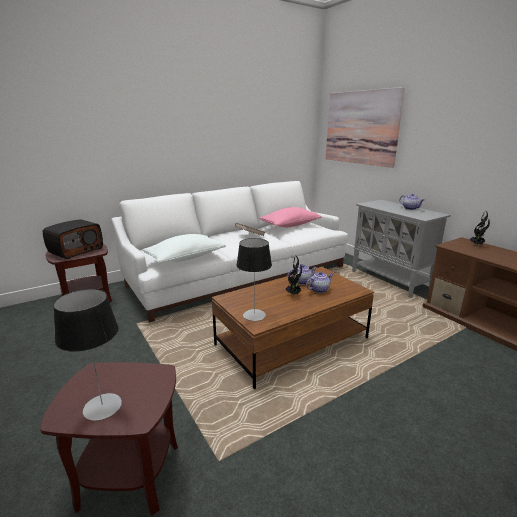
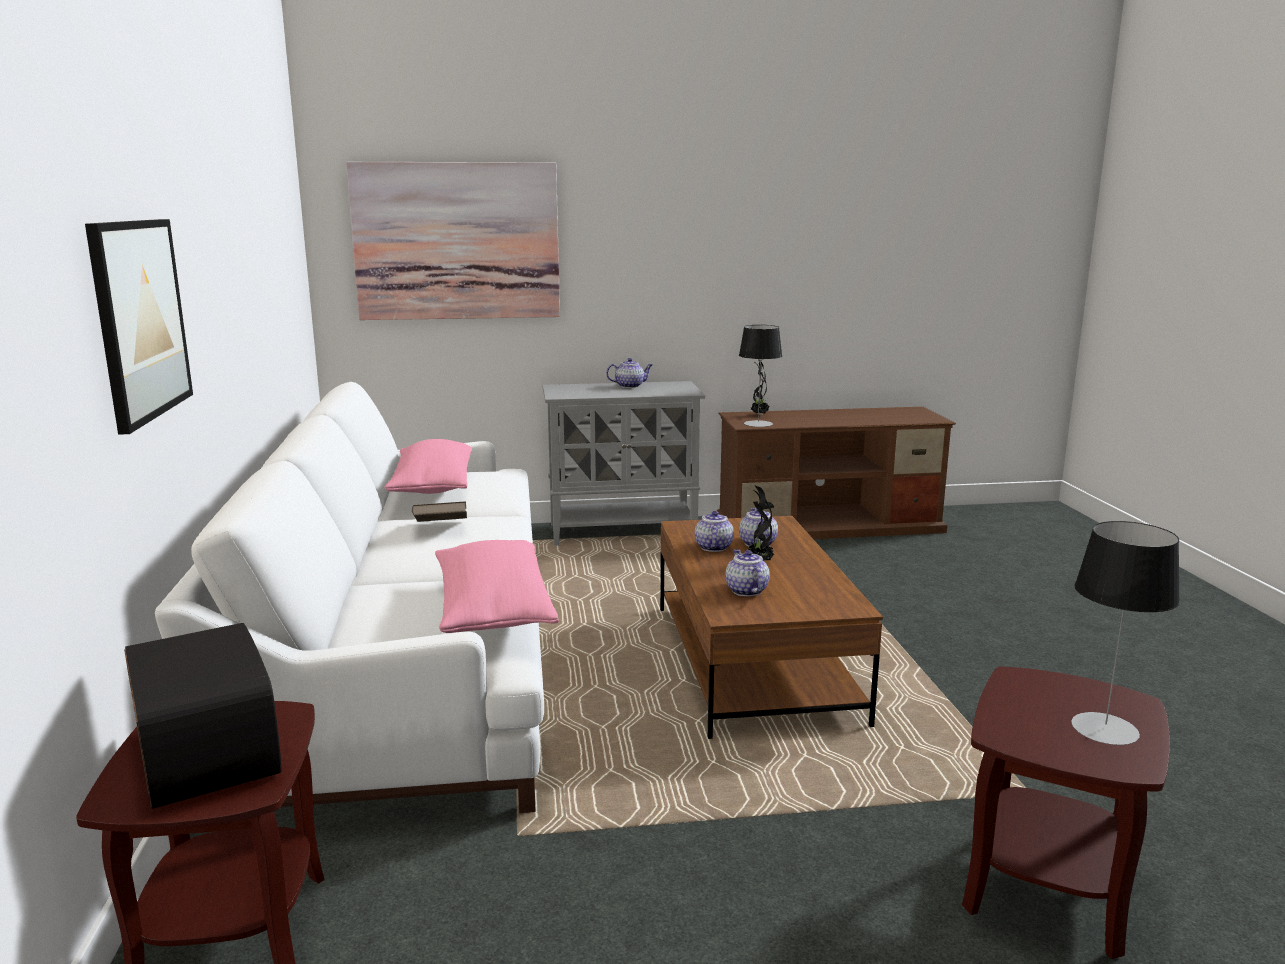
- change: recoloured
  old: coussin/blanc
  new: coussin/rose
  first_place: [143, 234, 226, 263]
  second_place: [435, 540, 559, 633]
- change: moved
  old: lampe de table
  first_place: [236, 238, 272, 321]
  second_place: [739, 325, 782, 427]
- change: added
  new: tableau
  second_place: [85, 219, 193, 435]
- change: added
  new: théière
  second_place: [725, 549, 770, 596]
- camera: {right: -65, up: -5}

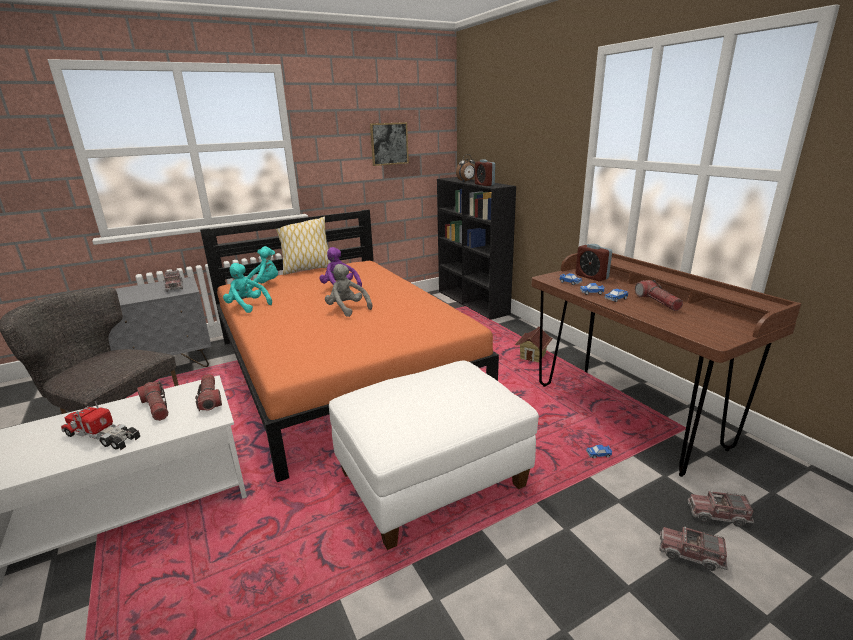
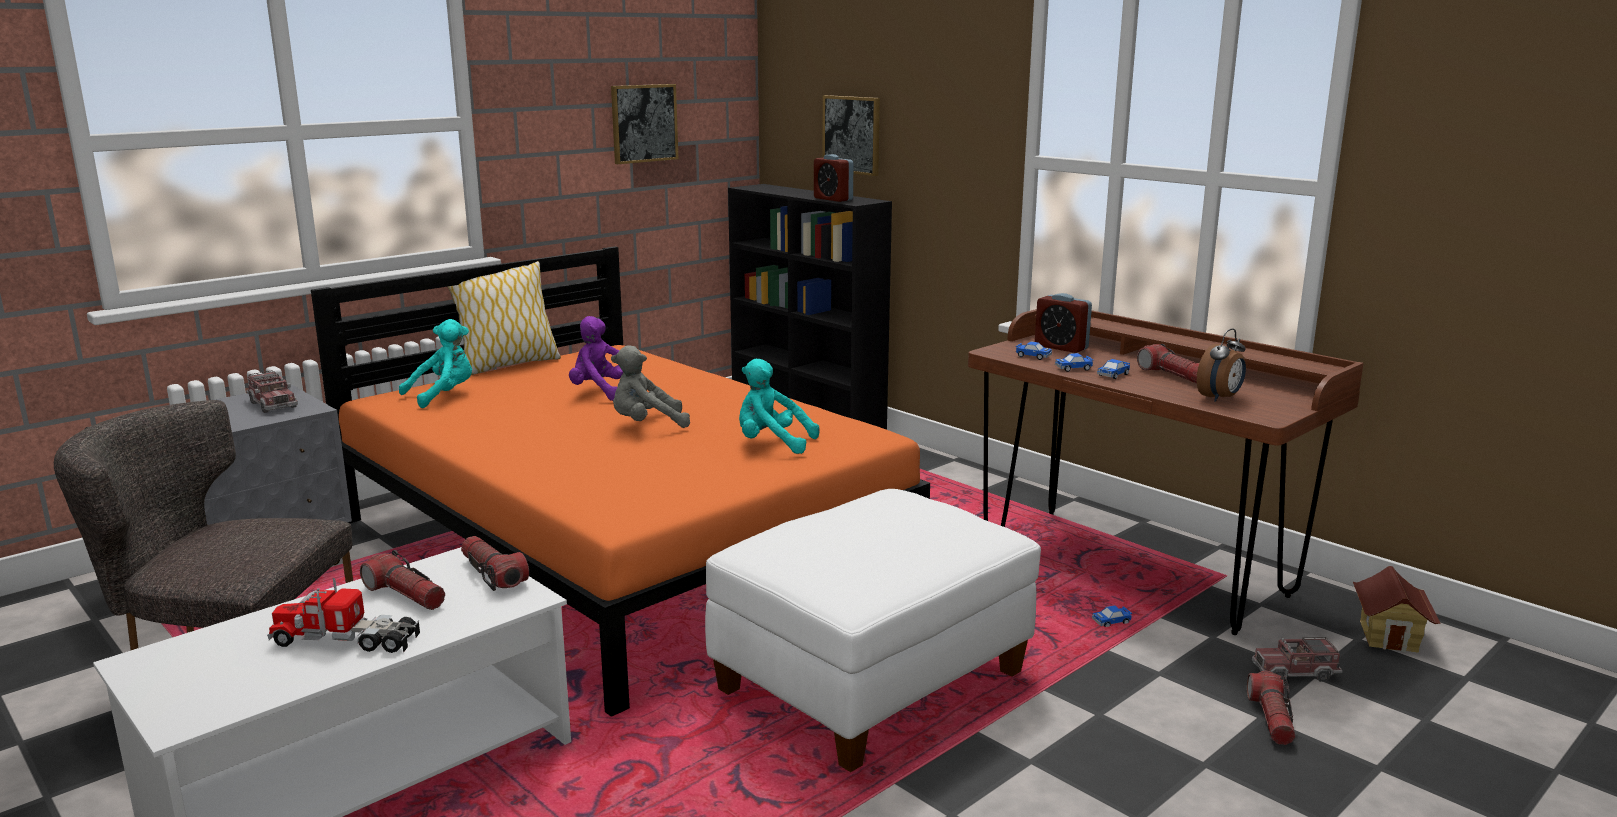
- change: moved
  old: peluche/turquoise
  first_place: [223, 263, 272, 313]
  second_place: [739, 359, 819, 454]
- change: turned
  old: peluche/gris
  first_place: [325, 264, 373, 317]
  second_place: [611, 345, 690, 428]
  degrees: -45
- change: moved
  old: réveil
  first_place: [456, 154, 475, 181]
  second_place: [1197, 329, 1246, 402]
- change: moved
  old: maison miniature
  first_place: [515, 327, 553, 362]
  second_place: [1353, 566, 1441, 653]
- change: replaced
  old: camion jouet
  new: lampe de poche
  first_place: [660, 527, 728, 571]
  second_place: [1247, 671, 1296, 745]
- change: added
  new: tableau
  second_place: [822, 95, 880, 176]
- camera: {right: -15, up: -5}

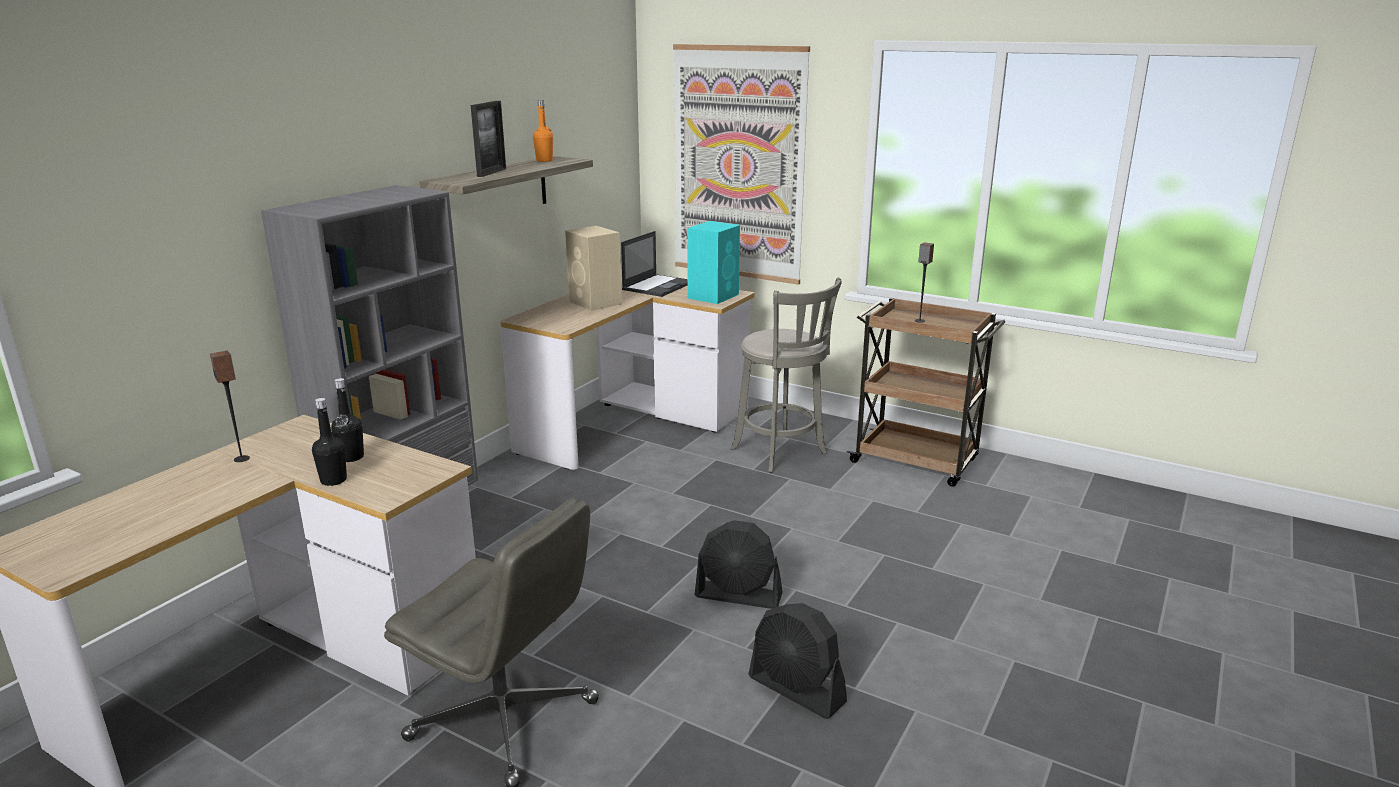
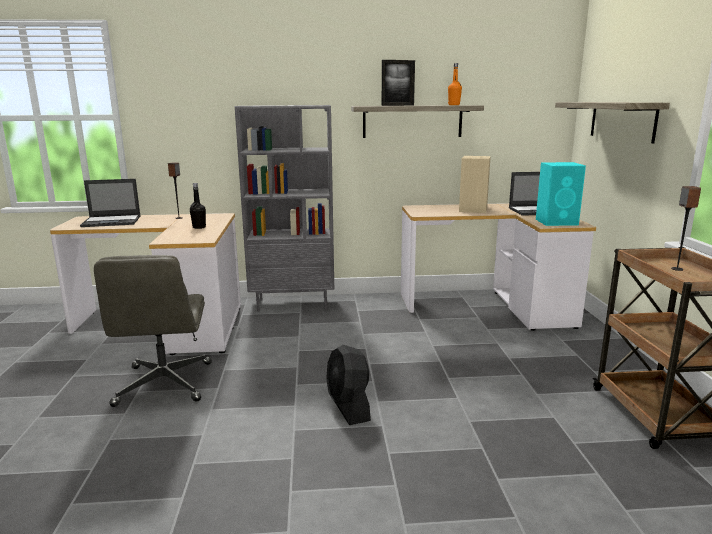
- change: removed
  old: bouteille/noir
  first_place: [312, 398, 347, 486]
- change: replaced
  old: tableau
  new: étagère
  first_place: [673, 44, 810, 285]
  second_place: [555, 102, 670, 143]
- change: removed
  old: tabouret/gris
  first_place: [730, 278, 841, 473]
- change: removed
  old: ventilateur/noir
  first_place: [748, 603, 847, 719]
- change: added
  new: ordinateur portable
  second_place: [80, 179, 141, 227]
- camera: {right: 55, up: -5}

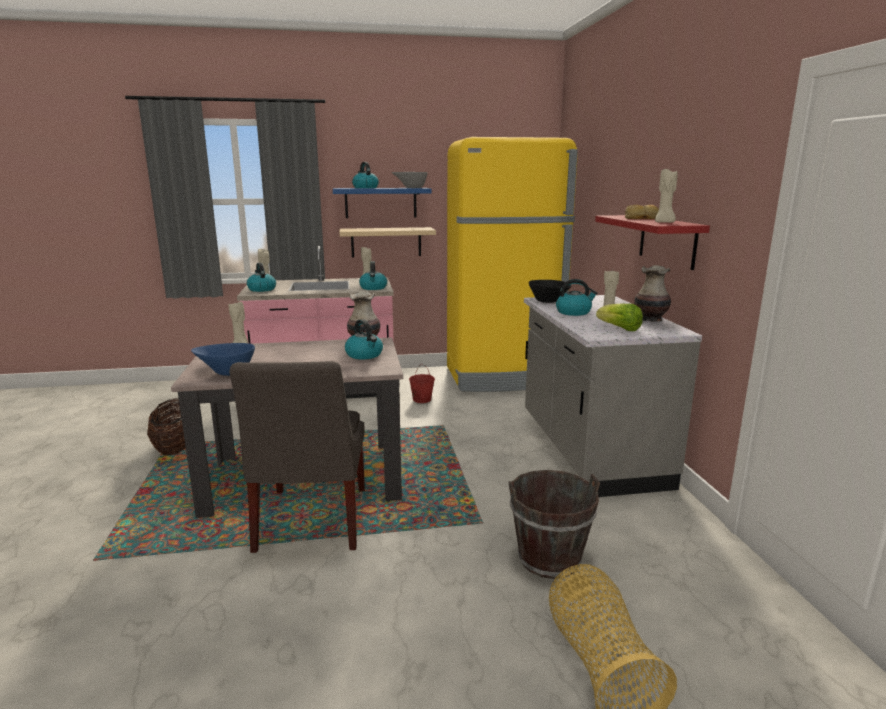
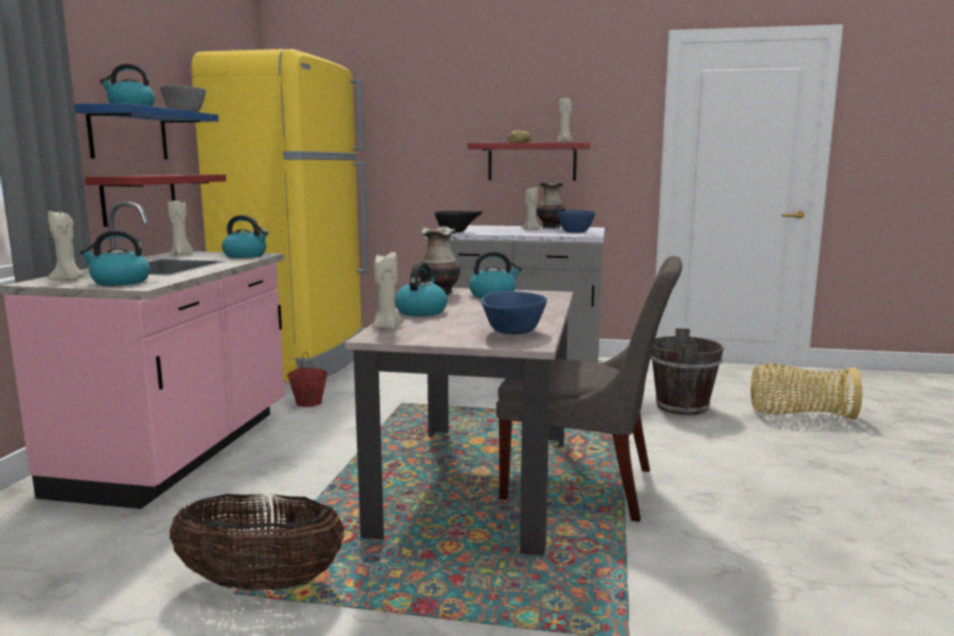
- change: recoloured
  old: étagère/beige
  new: étagère/rouge
  first_place: [340, 227, 436, 257]
  second_place: [85, 174, 226, 227]
- change: moved
  old: bouilloire
  first_place: [556, 279, 597, 316]
  second_place: [395, 262, 447, 316]
- change: replaced
  old: laitue
  new: bol/bleu
  first_place: [596, 303, 643, 331]
  second_place: [557, 210, 595, 233]
- camera: {right: -70, up: -5}

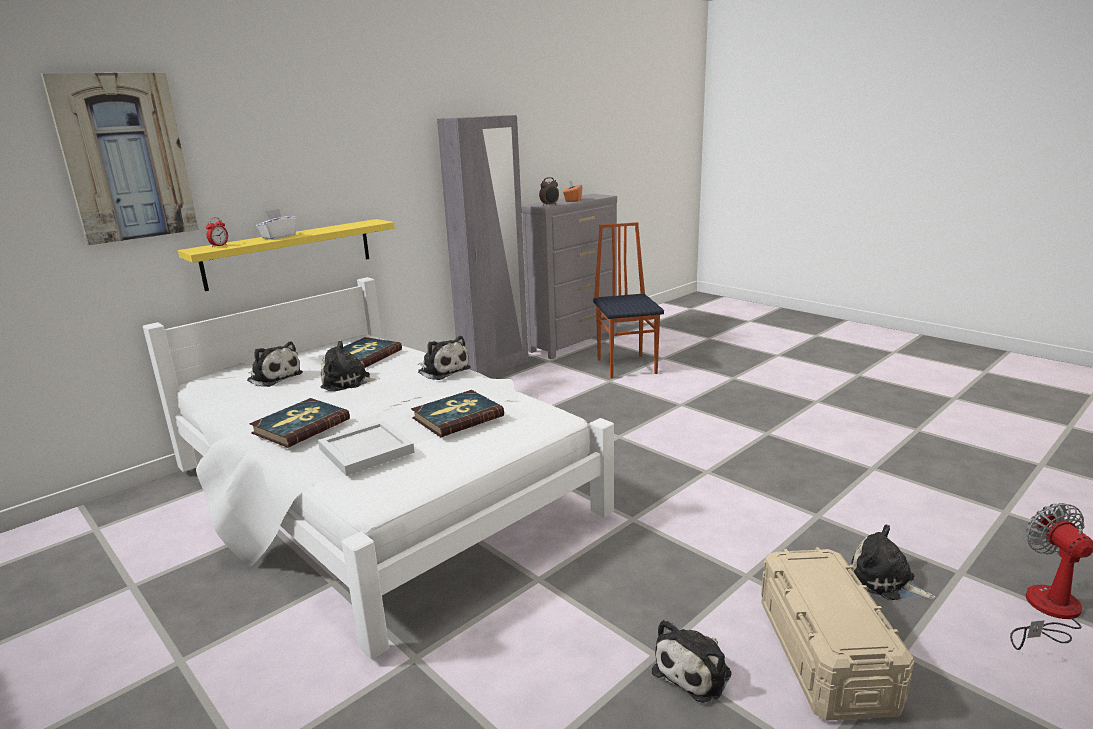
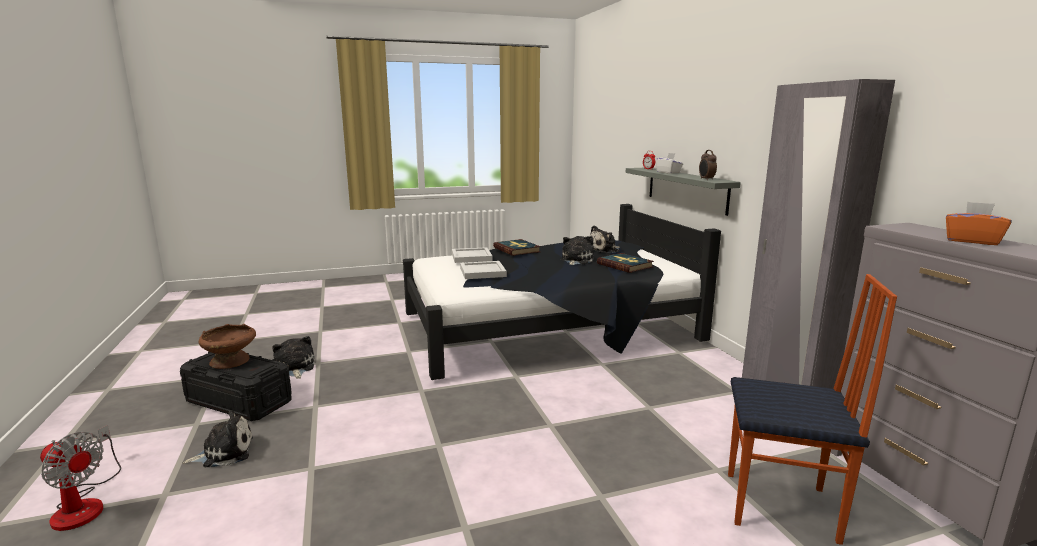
- change: removed
  old: tableau
  first_place: [41, 73, 199, 245]
- change: recoloured
  old: lit/blanc
  new: lit/noir
  first_place: [143, 277, 614, 660]
  second_place: [403, 204, 721, 380]
- change: recoloured
  old: étagère/jaune
  new: étagère/gris
  first_place: [178, 219, 394, 291]
  second_place: [625, 168, 741, 216]
- change: replaced
  old: livre
  new: plateau/blanc
  first_place: [411, 390, 504, 437]
  second_place: [460, 261, 507, 279]
- change: removed
  old: peluche
  first_place: [418, 336, 471, 380]
- change: moved
  old: réveil
  first_place: [539, 177, 559, 206]
  second_place: [699, 150, 717, 181]
- change: recoloured
  old: boîte de rangement/beige
  new: boîte de rangement/noir
  first_place: [761, 547, 914, 721]
  second_place: [180, 352, 291, 421]
- change: added
  new: bol/marron
  second_place: [199, 324, 256, 369]
- camera: {right: 115, up: -5}

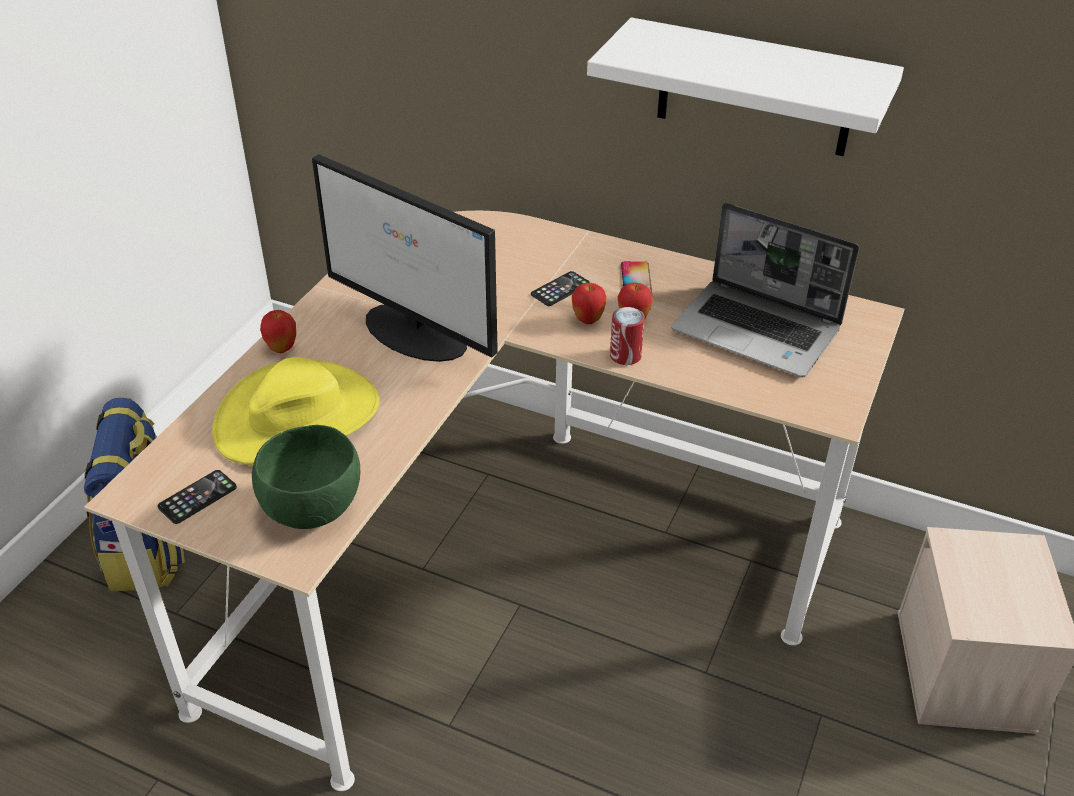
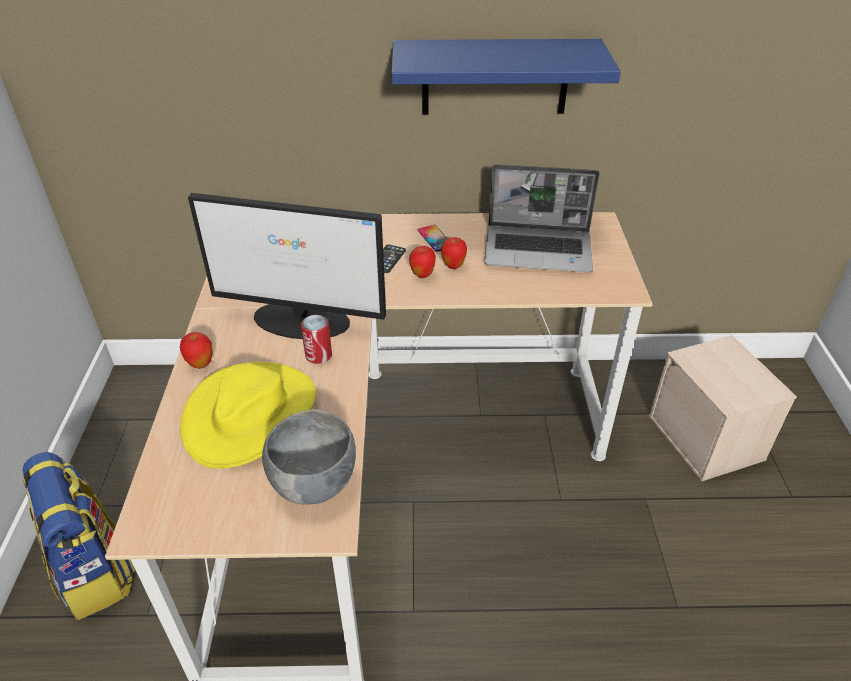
- change: removed
  old: téléphone
  first_place: [157, 470, 237, 524]
- change: recoloured
  old: bol/vert
  new: bol/gris
  first_place: [252, 425, 360, 529]
  second_place: [262, 409, 356, 505]
- change: recoloured
  old: étagère/blanc
  new: étagère/bleu
  first_place: [587, 17, 904, 156]
  second_place: [391, 39, 621, 115]
- change: moved
  old: boîte métallique
  first_place: [610, 307, 645, 365]
  second_place: [301, 315, 332, 364]
- camera: {right: -25, up: 0}

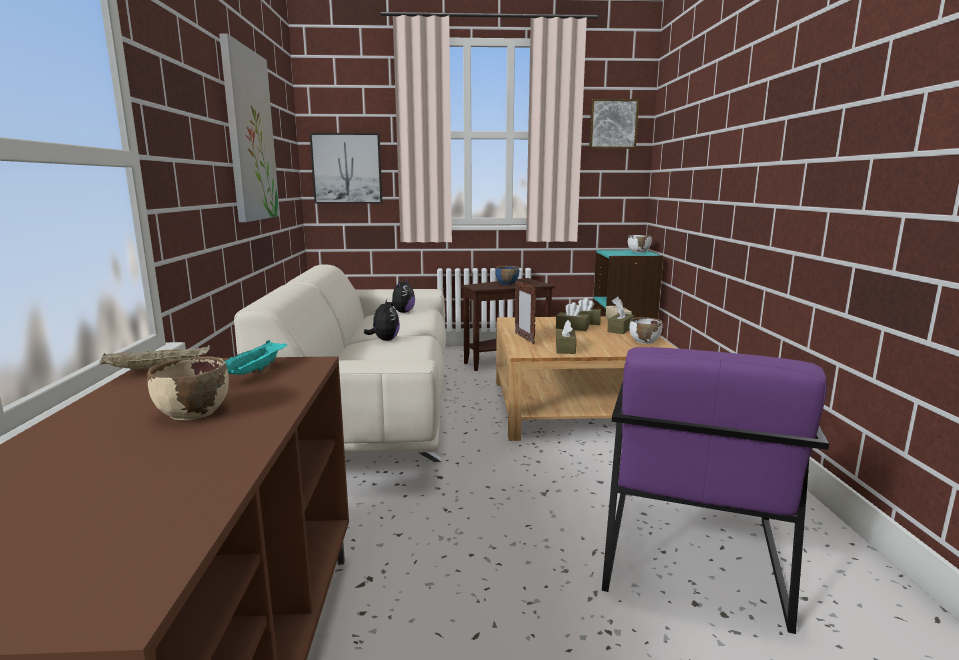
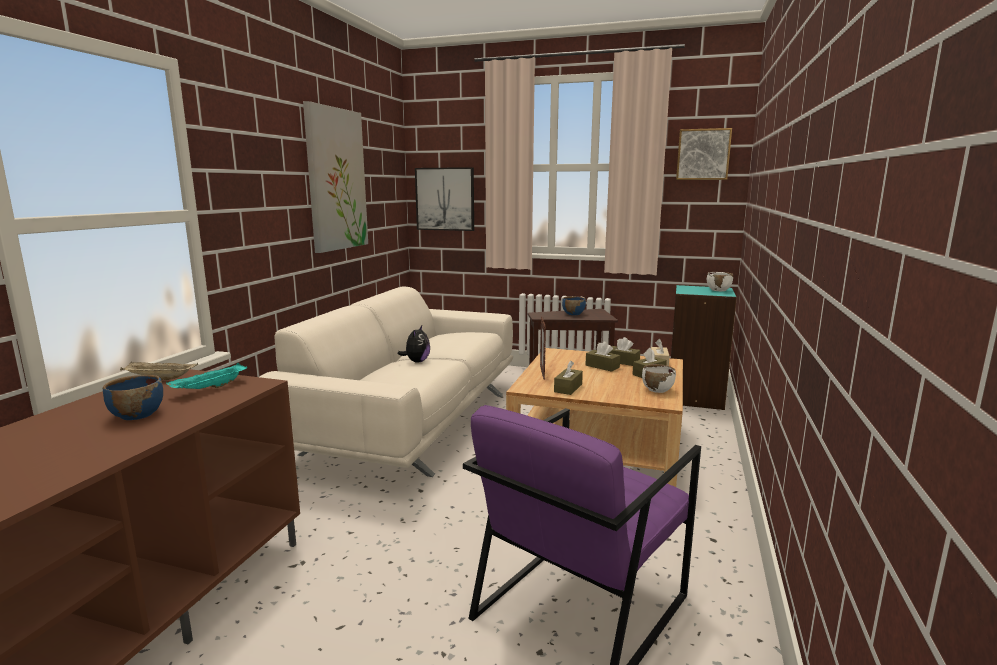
- change: recoloured
  old: bol/beige
  new: bol/bleu
  first_place: [147, 356, 229, 420]
  second_place: [103, 375, 163, 420]
- change: removed
  old: peluche
  first_place: [387, 279, 415, 313]
- camera: {right: 20, up: 0}

